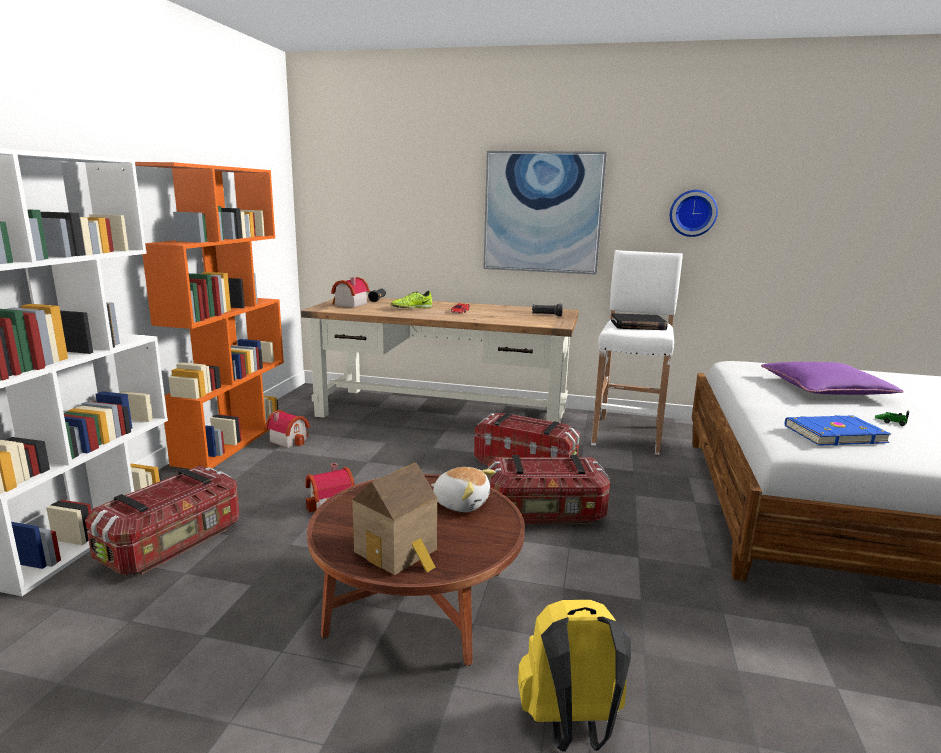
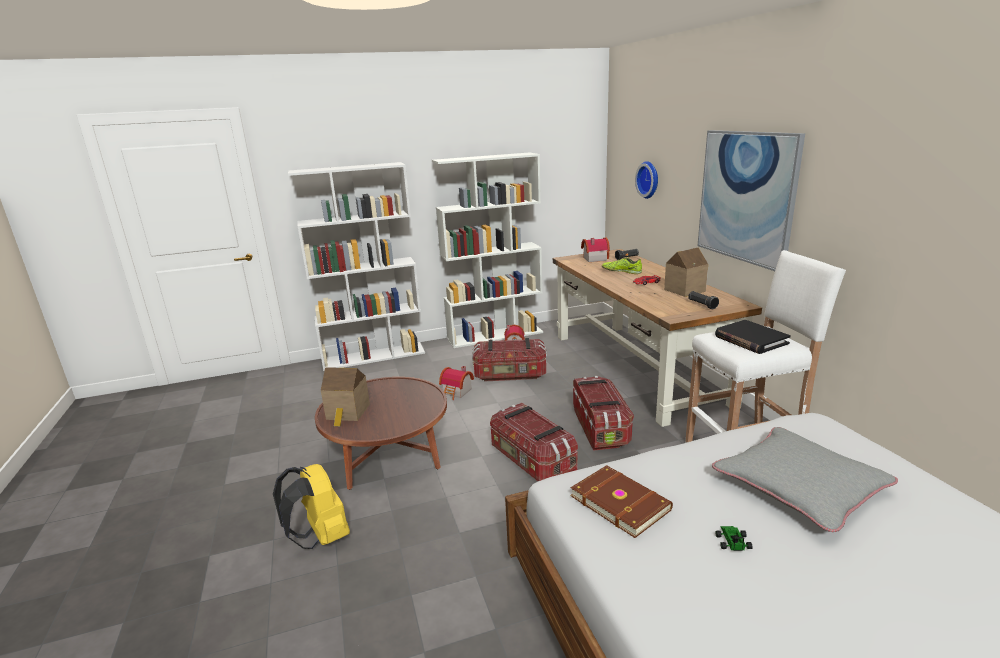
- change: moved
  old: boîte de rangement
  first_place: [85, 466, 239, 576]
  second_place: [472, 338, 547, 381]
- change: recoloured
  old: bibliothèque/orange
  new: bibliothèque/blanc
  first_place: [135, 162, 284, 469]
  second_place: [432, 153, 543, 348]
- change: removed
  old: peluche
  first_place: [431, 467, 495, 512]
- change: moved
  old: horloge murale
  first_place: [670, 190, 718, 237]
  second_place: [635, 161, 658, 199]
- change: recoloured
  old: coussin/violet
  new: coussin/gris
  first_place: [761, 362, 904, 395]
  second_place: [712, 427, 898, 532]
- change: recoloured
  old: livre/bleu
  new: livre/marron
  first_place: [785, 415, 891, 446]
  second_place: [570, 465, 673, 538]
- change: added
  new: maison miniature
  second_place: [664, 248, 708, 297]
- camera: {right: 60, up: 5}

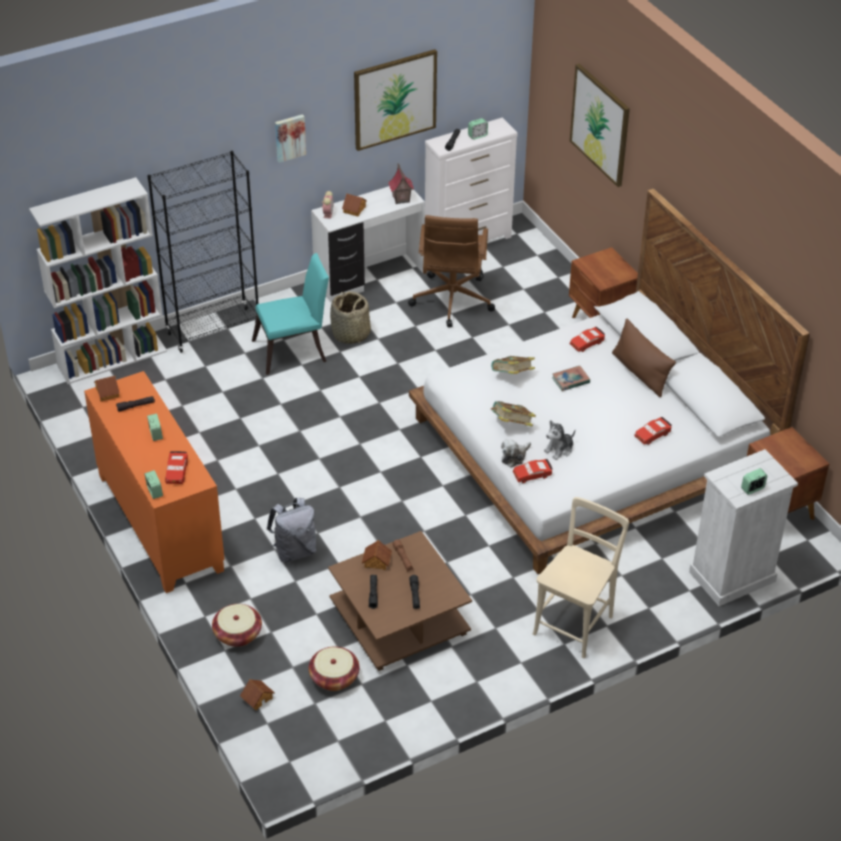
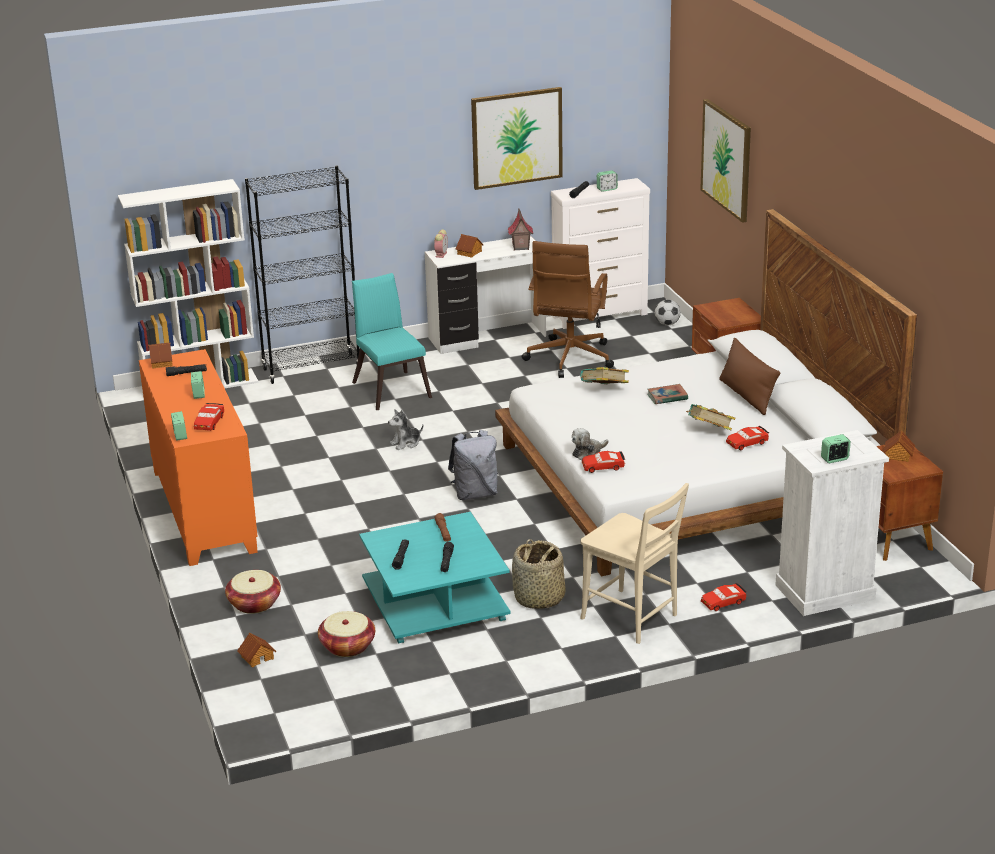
- change: turned
  old: chaise/turquoise
  first_place: [252, 253, 329, 375]
  second_place: [352, 273, 432, 410]
  degrees: -105
- change: moved
  old: sac à dos/gris
  first_place: [267, 498, 316, 563]
  second_place: [448, 430, 498, 500]
- change: removed
  old: tableau
  first_place: [275, 114, 306, 163]
- change: recoloured
  old: table basse/marron
  new: table basse/turquoise
  first_place: [328, 531, 472, 671]
  second_place: [359, 512, 511, 644]
- change: moved
  old: panier
  first_place: [330, 292, 371, 344]
  second_place: [512, 539, 565, 609]
- change: moved
  old: maison miniature
  first_place: [362, 540, 392, 570]
  second_place: [883, 430, 915, 462]
- change: moved
  old: livre
  first_place: [491, 401, 536, 426]
  second_place: [686, 404, 735, 430]
- change: turned
  old: chaise/beige
  first_place: [533, 497, 629, 658]
  second_place: [580, 483, 689, 644]
  degrees: 90
- change: moved
  old: peluche
  first_place: [544, 420, 575, 460]
  second_place: [388, 409, 423, 450]
- change: moved
  old: petite voiture/rouge
  first_place: [570, 327, 605, 352]
  second_place: [701, 583, 747, 611]
- change: added
  new: ballon de foot
  second_place: [655, 300, 681, 326]
- camera: {right: 10, up: -15}

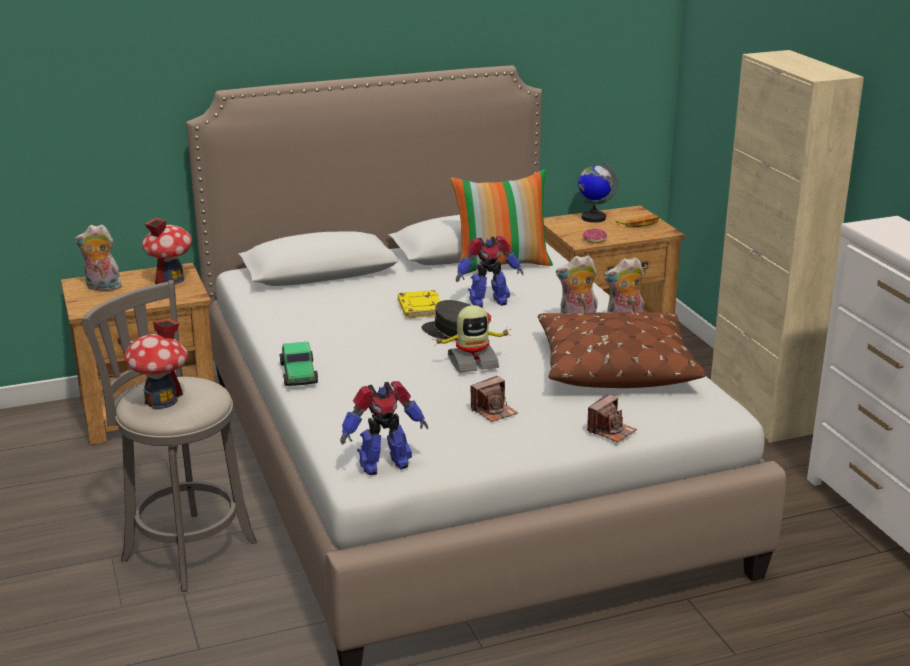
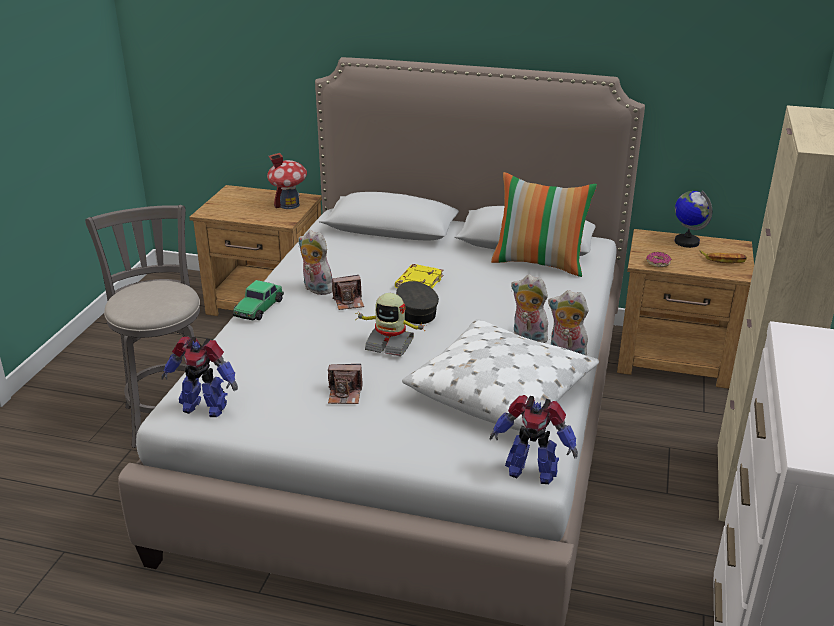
- change: moved
  old: peluche
  first_place: [75, 224, 122, 291]
  second_place: [298, 230, 333, 295]
- change: removed
  old: maison miniature
  first_place: [124, 318, 188, 409]
- change: moved
  old: robot jouet
  first_place: [456, 236, 523, 308]
  second_place: [489, 395, 578, 484]
- change: recoloured
  old: coussin/marron
  new: coussin/blanc
  first_place: [538, 312, 706, 388]
  second_place: [402, 319, 599, 431]
- change: moved
  old: appareil photo
  first_place: [587, 394, 637, 442]
  second_place: [332, 275, 364, 310]
- camera: {right: 35, up: 5}

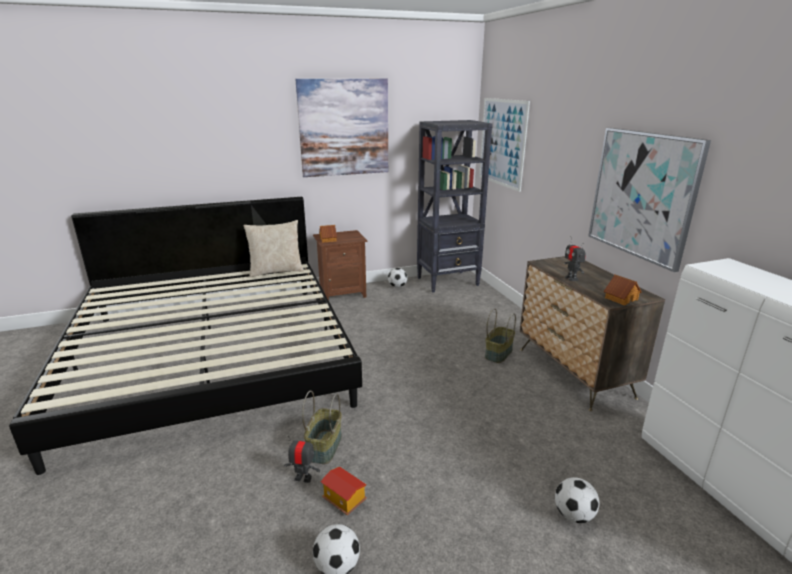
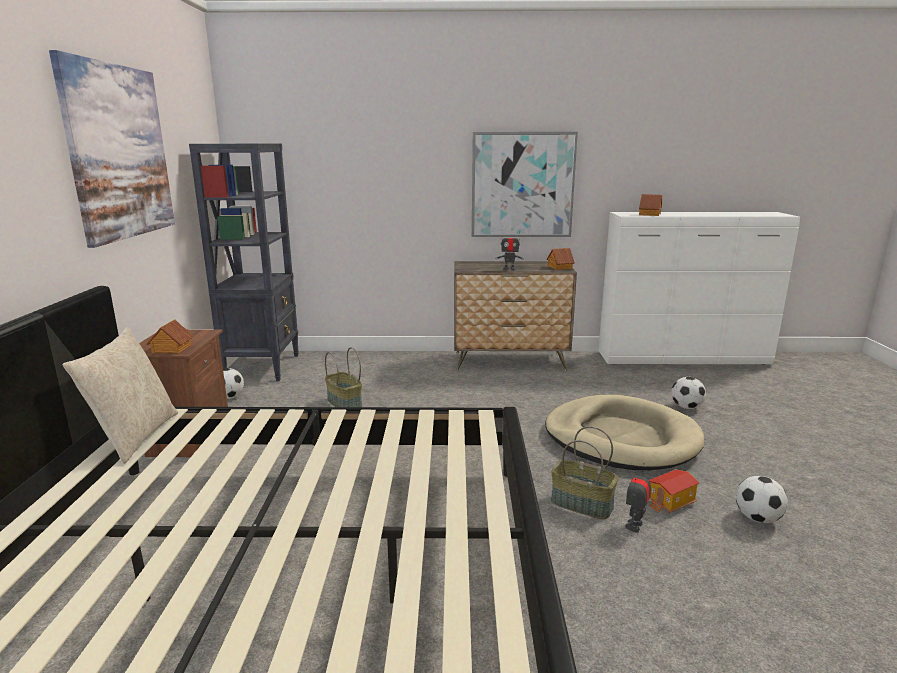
- change: removed
  old: tableau
  first_place: [479, 98, 530, 192]
- change: moved
  old: panier
  first_place: [485, 308, 516, 363]
  second_place: [325, 347, 362, 407]
- change: added
  new: panier pour chien/beige
  second_place: [545, 395, 704, 470]
- change: added
  new: maison miniature
  second_place: [639, 194, 663, 216]
- camera: {right: -70, up: -5}

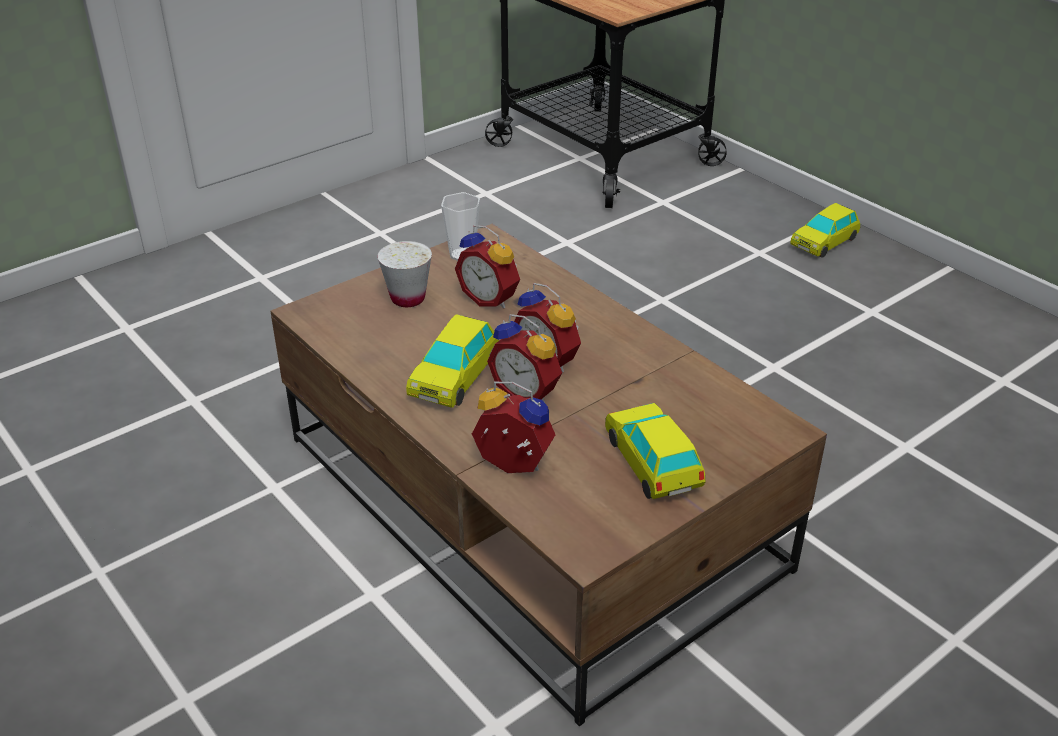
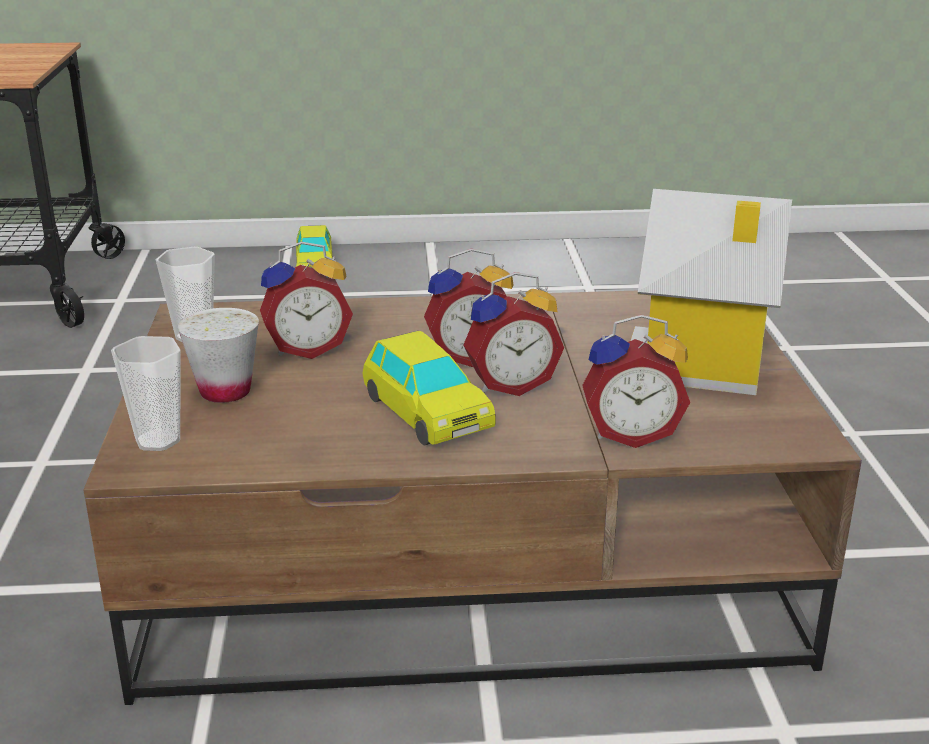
- change: turned
  old: réveil
  first_place: [472, 382, 555, 473]
  second_place: [582, 315, 690, 448]
  degrees: -150
- change: replaced
  old: petite voiture
  new: maison miniature
  first_place: [605, 403, 706, 499]
  second_place: [631, 189, 792, 395]
- change: added
  new: tasse
  second_place: [111, 336, 181, 451]
- camera: {right: -55, up: -10}

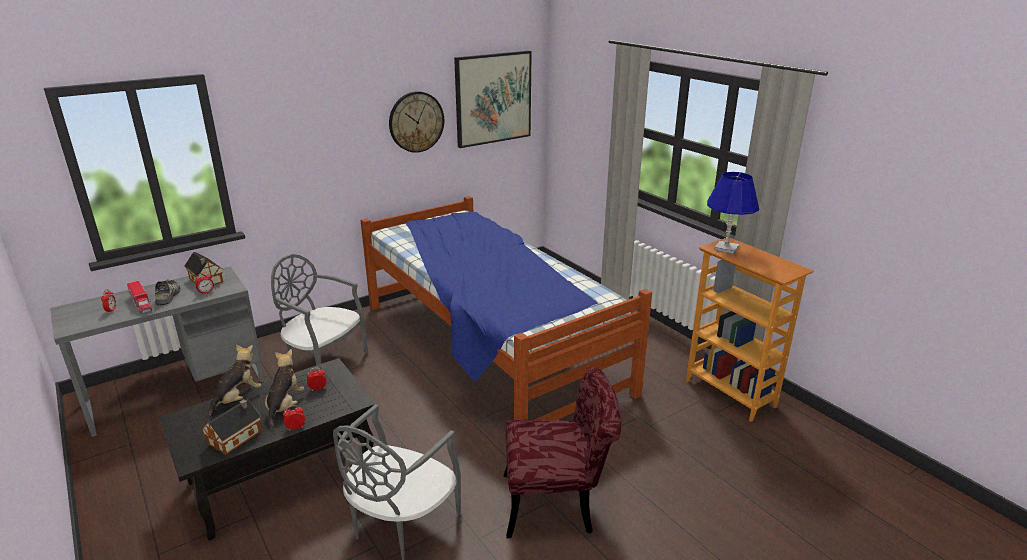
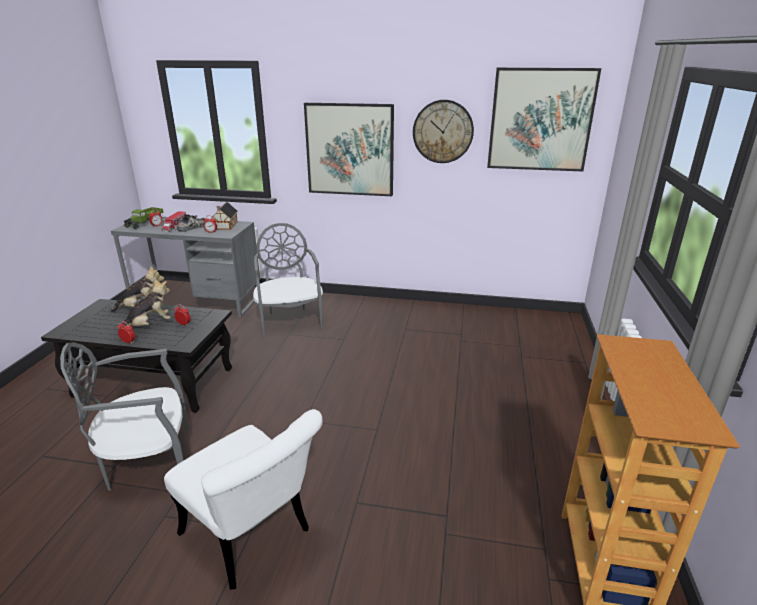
- change: removed
  old: maison miniature
  first_place: [201, 399, 261, 455]
- change: removed
  old: lit
  first_place: [361, 196, 652, 421]
- change: recoloured
  old: chaise/rouge
  new: chaise/blanc
  first_place: [504, 367, 621, 538]
  second_place: [164, 409, 323, 590]
- change: removed
  old: lampe de table/bleu
  first_place: [707, 172, 759, 254]
- change: added
  new: camion jouet
  second_place: [124, 207, 164, 229]
- change: added
  new: tableau
  second_place: [304, 103, 394, 196]
- camera: {right: 45, up: 0}

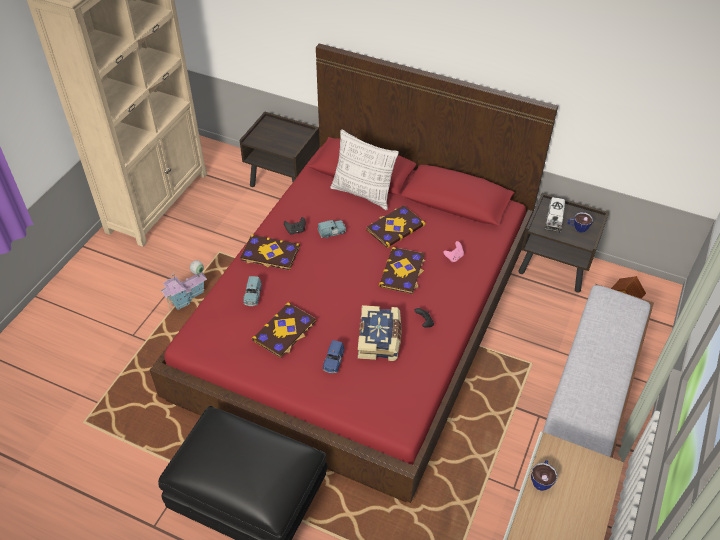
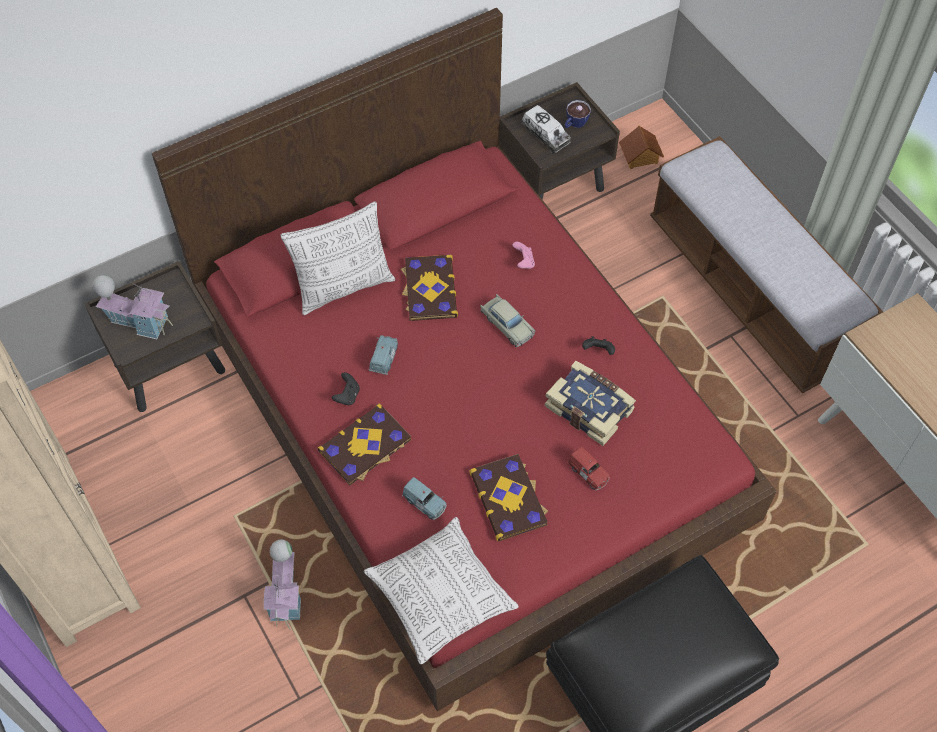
- change: recoloured
  old: petite voiture/bleu
  new: petite voiture/rouge
  first_place: [323, 340, 345, 374]
  second_place: [567, 446, 610, 490]
- change: replaced
  old: livre
  new: petite voiture/beige
  first_place: [379, 247, 425, 294]
  second_place: [480, 294, 535, 347]
- change: removed
  old: tasse
  first_place: [531, 460, 558, 491]
- change: added
  new: maison miniature
  second_place: [93, 275, 173, 339]
- change: added
  new: coussin
  second_place: [364, 517, 519, 664]
- camera: {right: -55, up: 10}

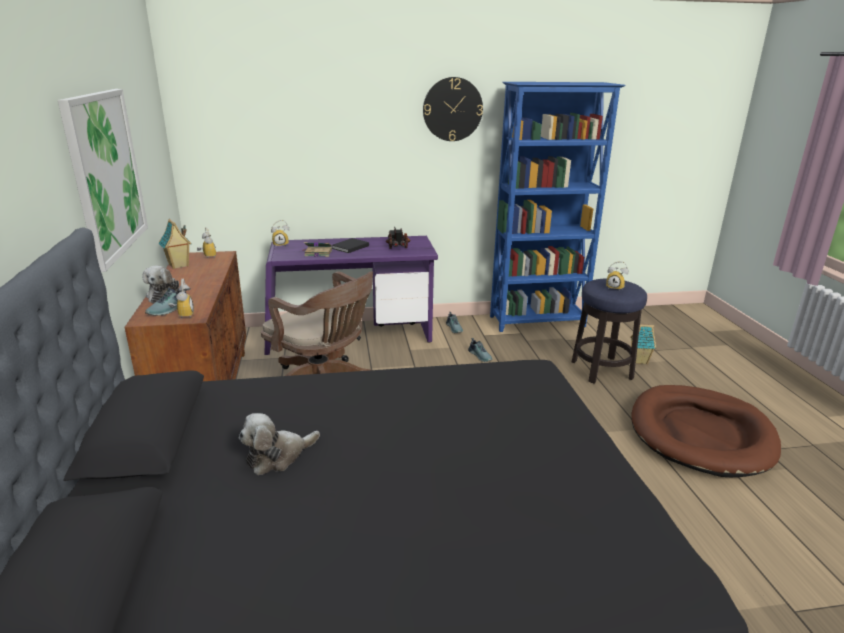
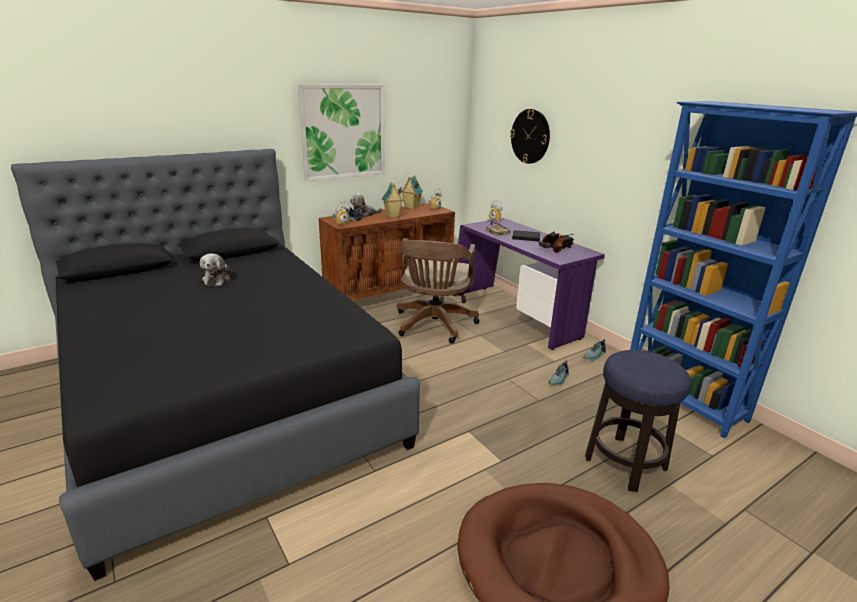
- change: turned
  old: peluche
  first_place: [239, 413, 320, 475]
  second_place: [200, 253, 231, 286]
  degrees: -120
- change: moved
  old: horloge murale
  first_place: [423, 77, 483, 141]
  second_place: [510, 109, 550, 164]
- change: removed
  old: réveil
  first_place: [606, 261, 629, 291]
- change: moved
  old: maison miniature
  first_place: [630, 325, 656, 364]
  second_place: [382, 182, 404, 218]
- camera: {right: 65, up: 0}

